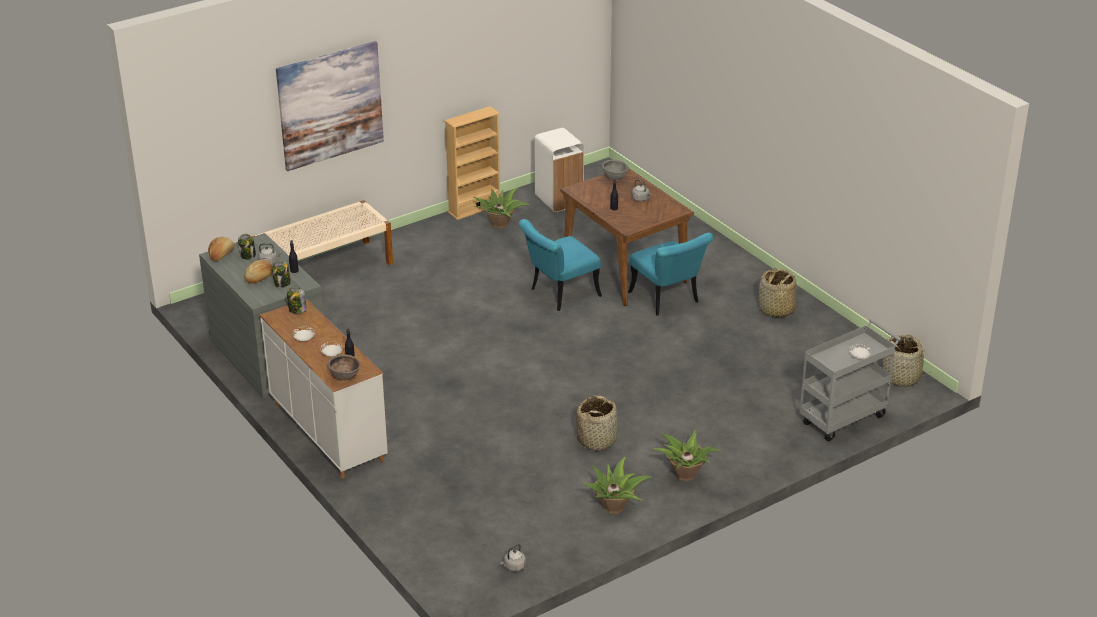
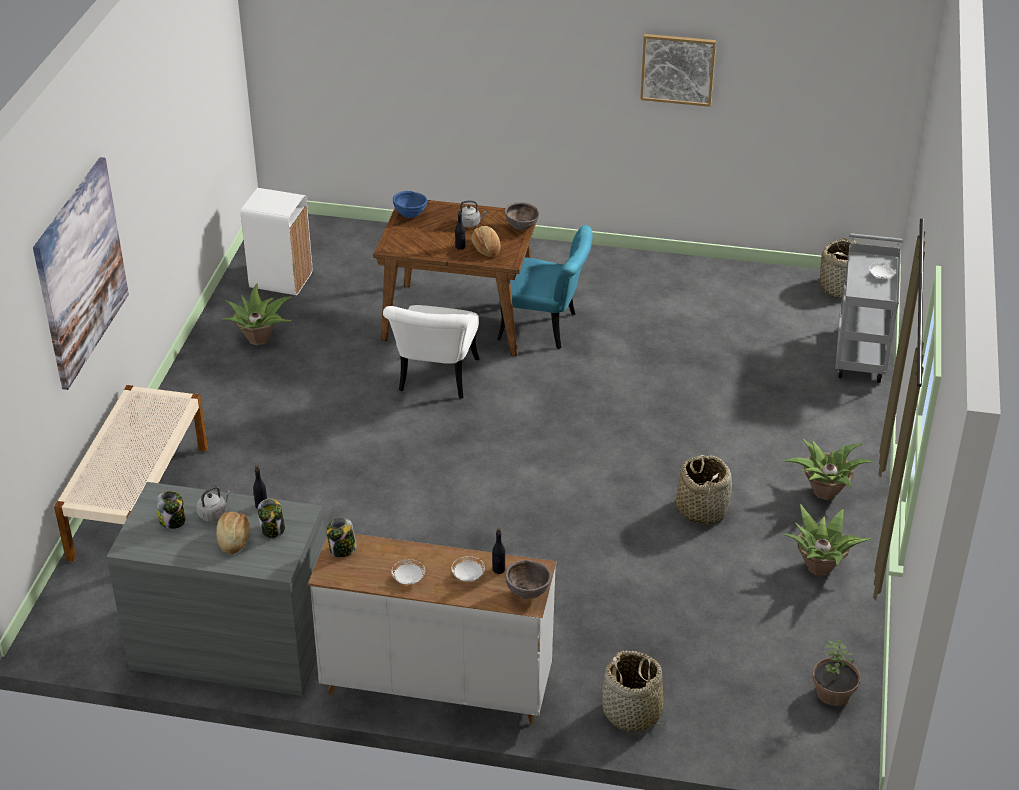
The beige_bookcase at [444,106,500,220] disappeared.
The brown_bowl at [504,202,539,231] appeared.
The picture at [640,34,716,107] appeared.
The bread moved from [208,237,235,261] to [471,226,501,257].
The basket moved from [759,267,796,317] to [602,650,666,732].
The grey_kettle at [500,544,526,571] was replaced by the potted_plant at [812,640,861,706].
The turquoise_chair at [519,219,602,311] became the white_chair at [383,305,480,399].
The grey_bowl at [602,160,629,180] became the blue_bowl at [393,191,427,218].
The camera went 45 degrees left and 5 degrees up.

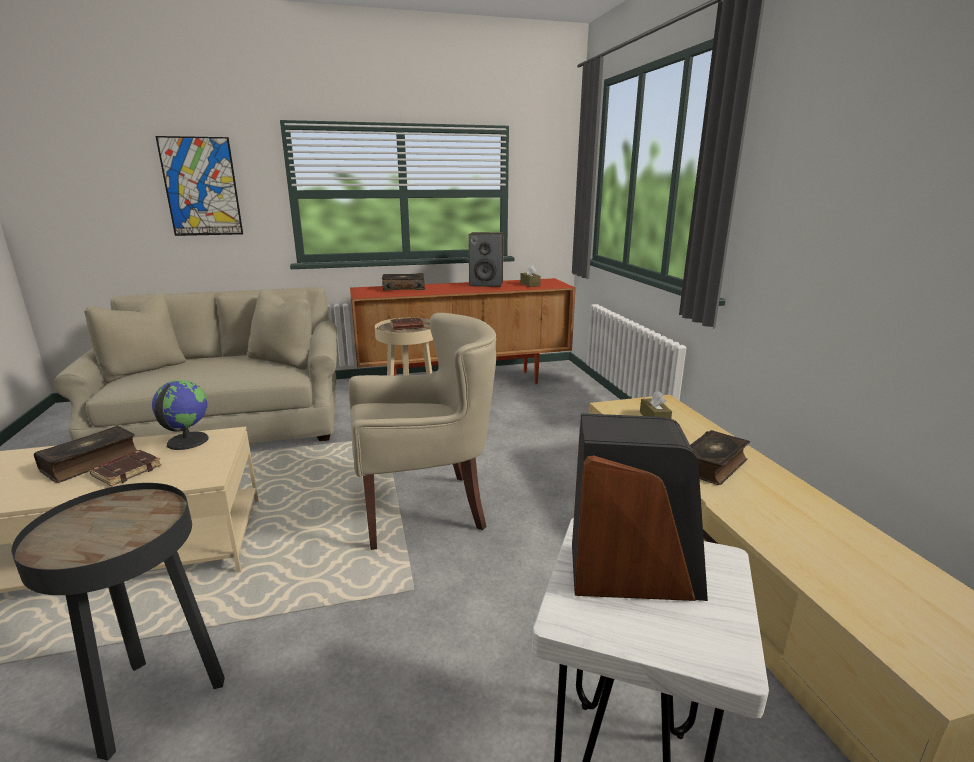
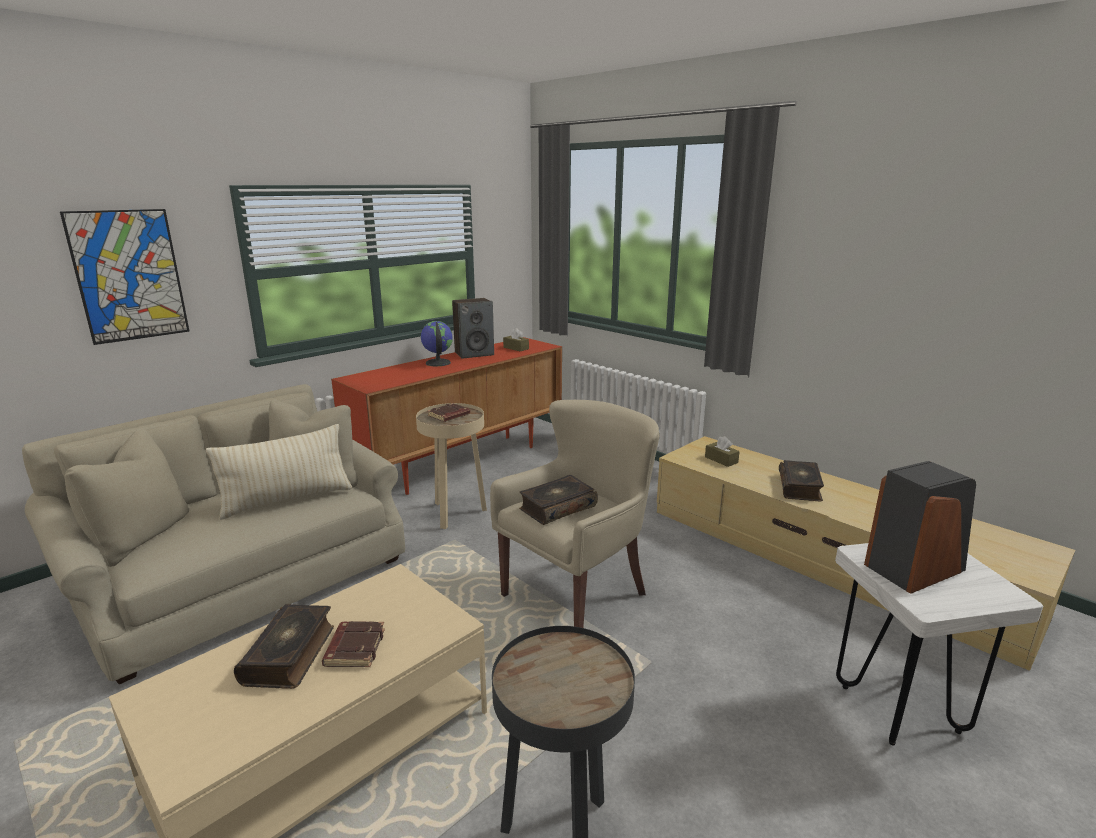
The beige_pillow at [206,424,352,520] appeared.
The globe moved from [152,380,209,450] to [421,321,453,366].
The book moved from [382,273,425,290] to [519,475,598,525].
The camera went 30 degrees left and 0 degrees up.

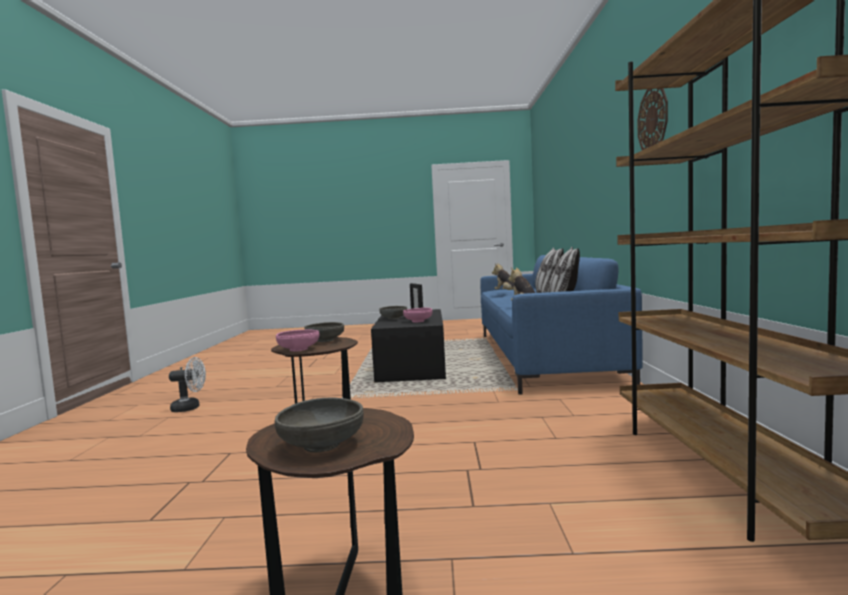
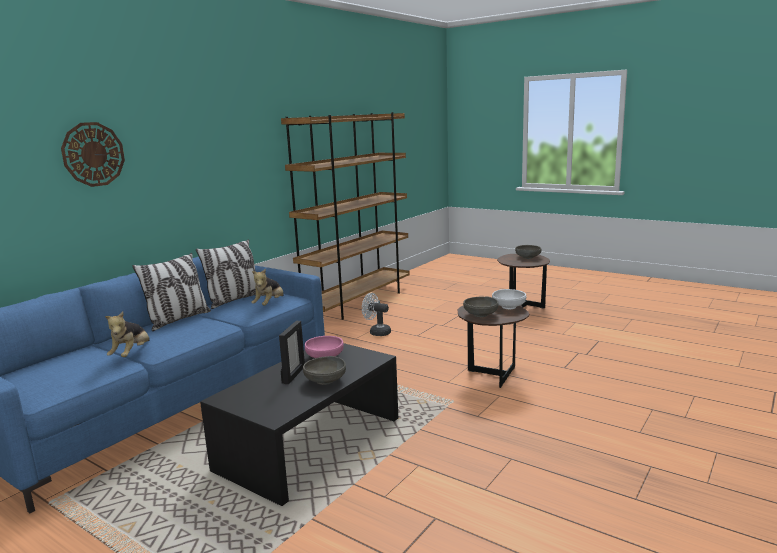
The white_fan moved from [169,357,206,412] to [362,293,391,336].
The wall_clock moved from [638,88,668,150] to [61,122,125,187].
The pink_bowl at [276,330,319,351] became the white_bowl at [492,289,526,309].
The camera went 145 degrees left and 10 degrees up.

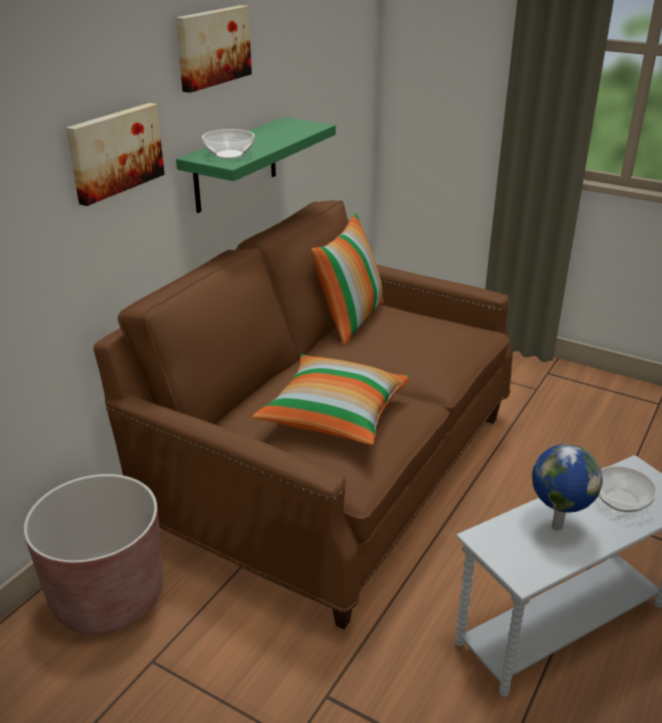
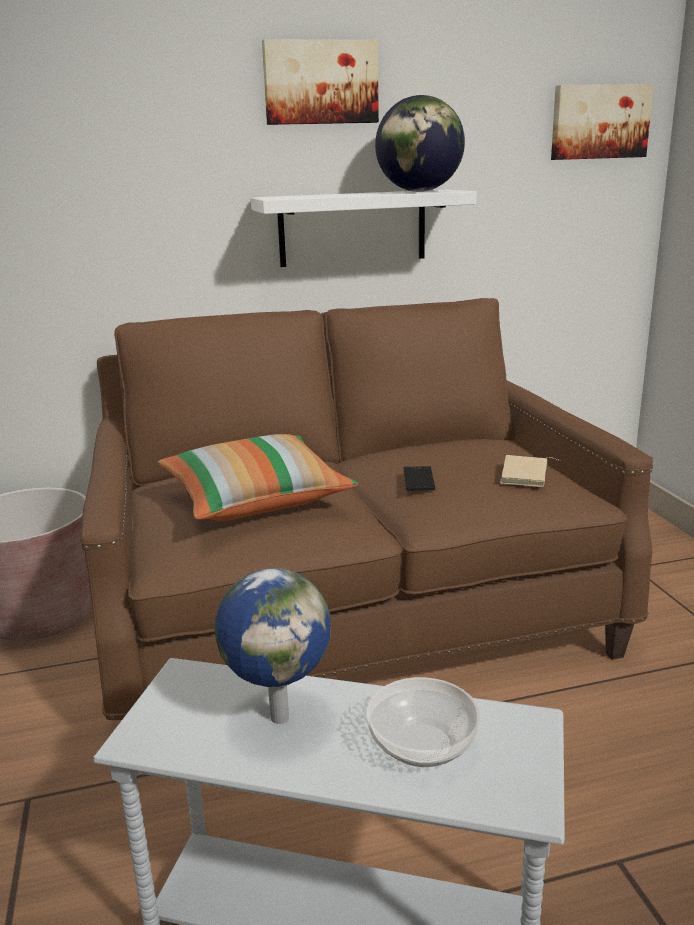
The bowl at [202,129,255,159] disappeared.
The pillow at [311,213,384,345] disappeared.
The globe at [375,95,465,192] appeared.
The phone at [404,466,435,491] appeared.
The beige_book at [500,455,560,487] appeared.
The picture moved from [66,103,165,206] to [551,84,654,160].
The green_shelf at [176,117,336,213] became the white_shelf at [251,190,477,267].
The camera went 45 degrees right and 10 degrees down.

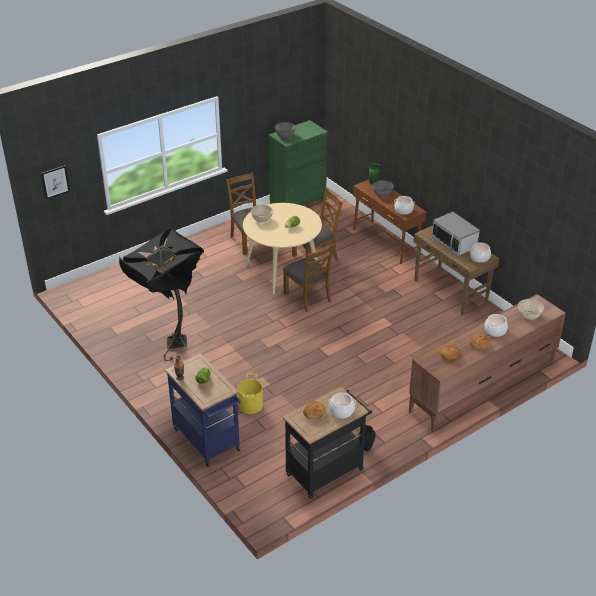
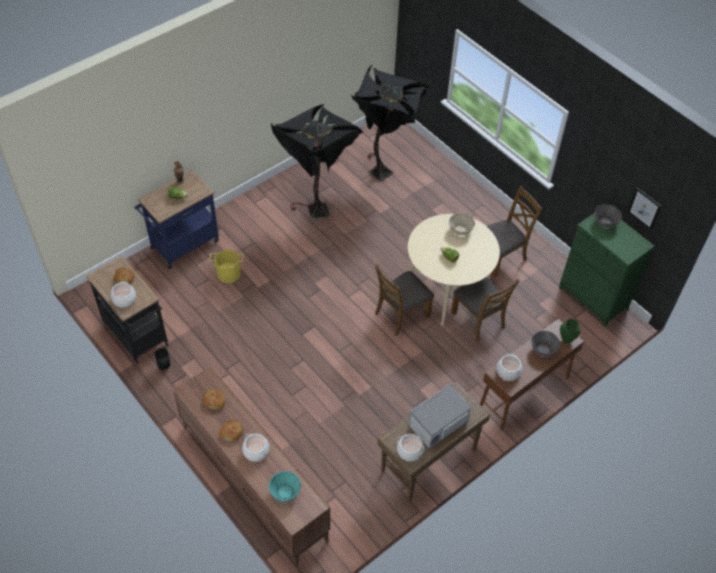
The black_floor_lamp at [351,64,429,182] appeared.
The picture moved from [41,165,70,200] to [628,188,661,230].
The beige_bowl at [518,299,544,320] became the turquoise_bowl at [269,471,301,502].
The camera went 85 degrees right and 15 degrees up.

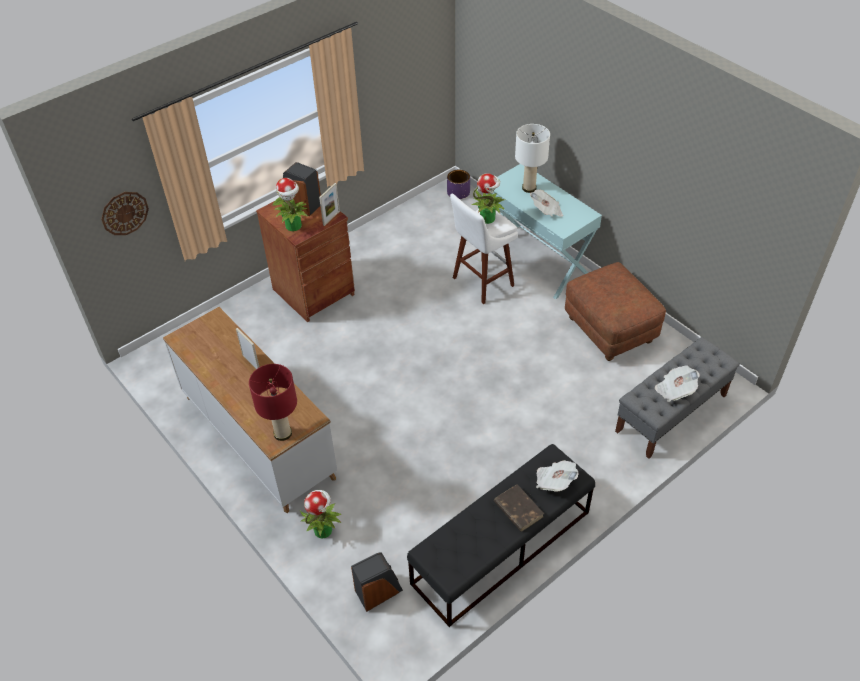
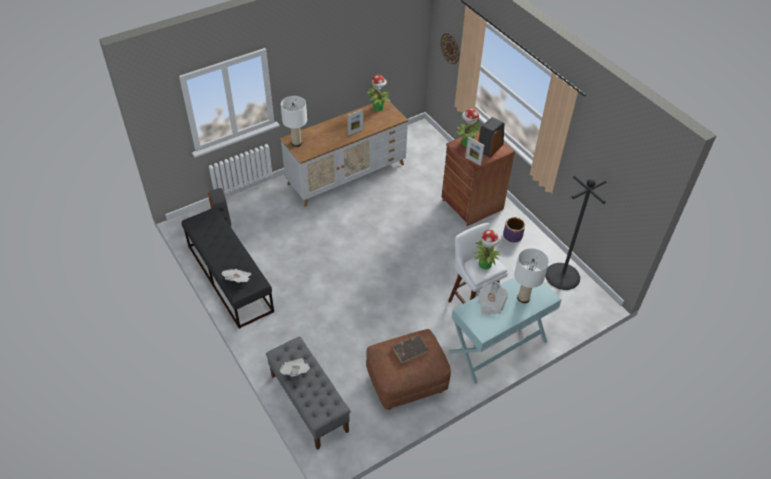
The black_clothes_rack at [545,175,607,290] appeared.
The potted_plant moved from [300,490,341,538] to [367,75,390,111].
The purple_planter moved from [447,170,470,199] to [503,217,525,242].
The brown_book moved from [494,484,544,531] to [392,335,429,363].
The red_table_lamp at [249,364,297,441] became the white_table_lamp at [281,96,307,147].
The camera went 95 degrees right and 0 degrees up.

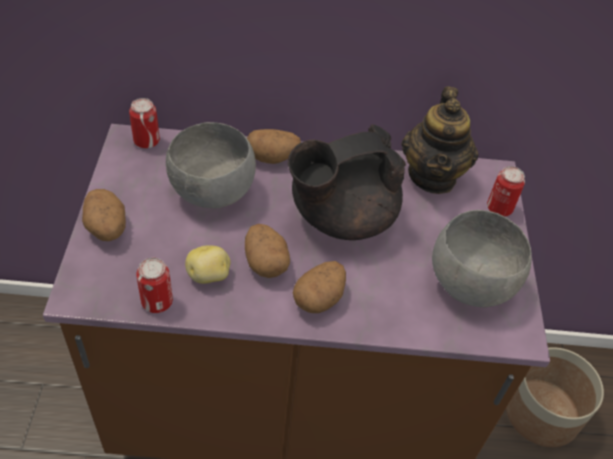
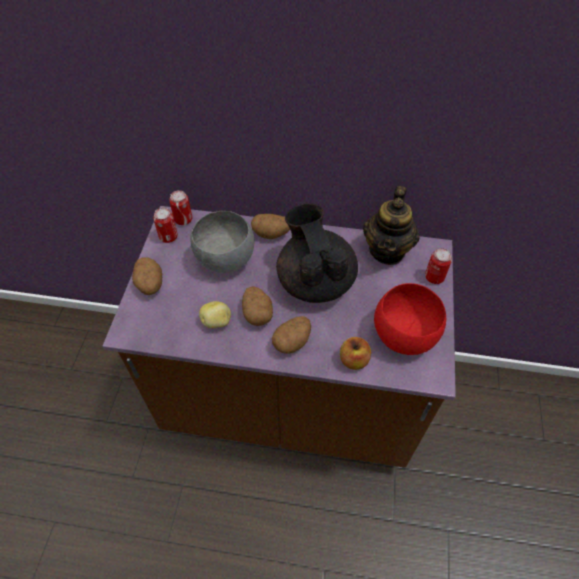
The planter at [506,347,604,447] disappeared.
The apple at [340,337,371,370] appeared.
The can moved from [136,258,173,313] to [153,208,178,243].
The grey_bowl at [432,210,532,307] became the red_bowl at [374,283,446,355].
The black_teapot at [288,124,406,240] turned 90 degrees clockwise.
The camera went 10 degrees right and 5 degrees up.

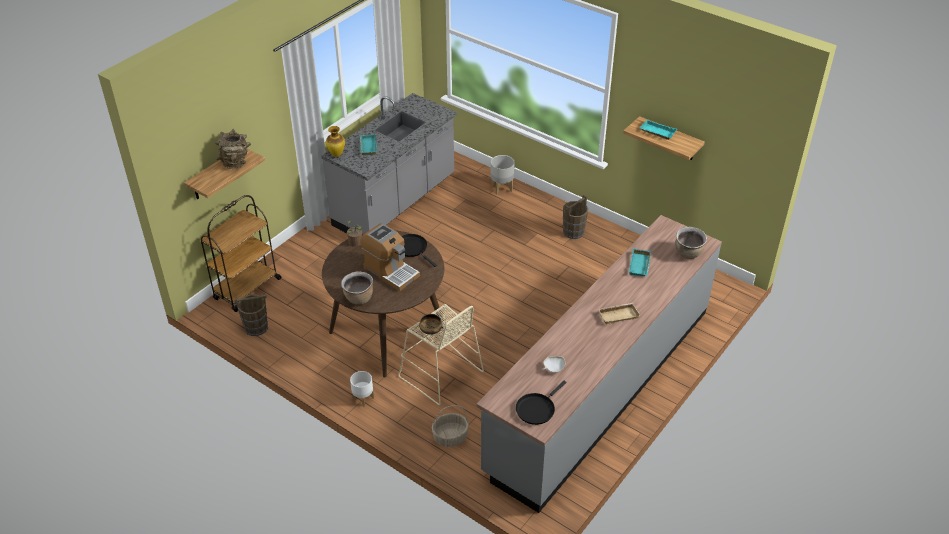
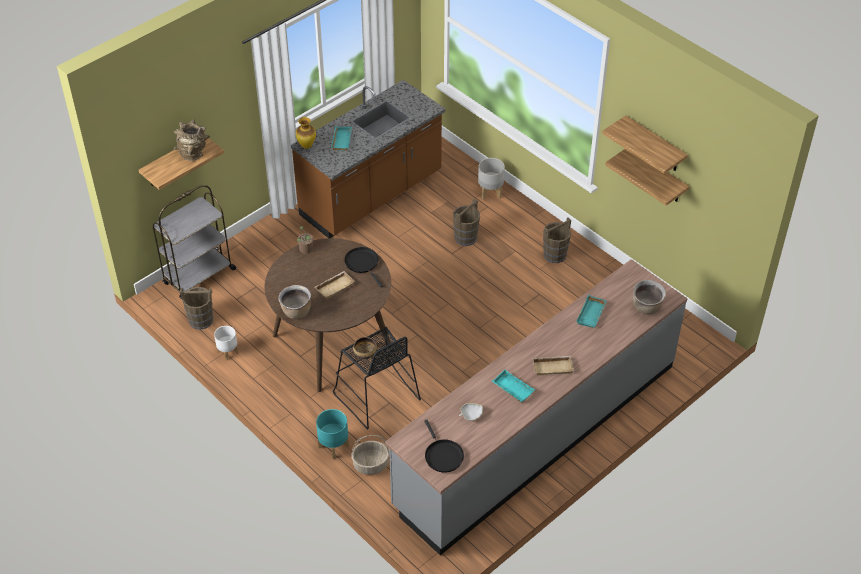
The turquoise_planter at [316,409,349,459] appeared.
The brown_bucket at [453,198,480,246] appeared.
The shelf at [602,115,688,174] appeared.
The white_planter moved from [350,371,374,407] to [214,326,239,361].
The turquoise_tray moved from [640,119,677,140] to [492,369,535,403].
The coffee_machine at [360,223,420,291] was replaced by the beige_tray at [315,271,355,299].
The brown_cart at [201,195,282,312] became the grey_cart at [153,185,236,299].
The grey_counter at [322,93,457,233] became the brown_counter at [291,80,445,238].
The beige_stool at [398,304,484,405] became the black_stool at [333,327,421,429].
The black_frying_pan at [516,381,567,425] turned 75 degrees counterclockwise.
The camera went 10 degrees right and 5 degrees up.

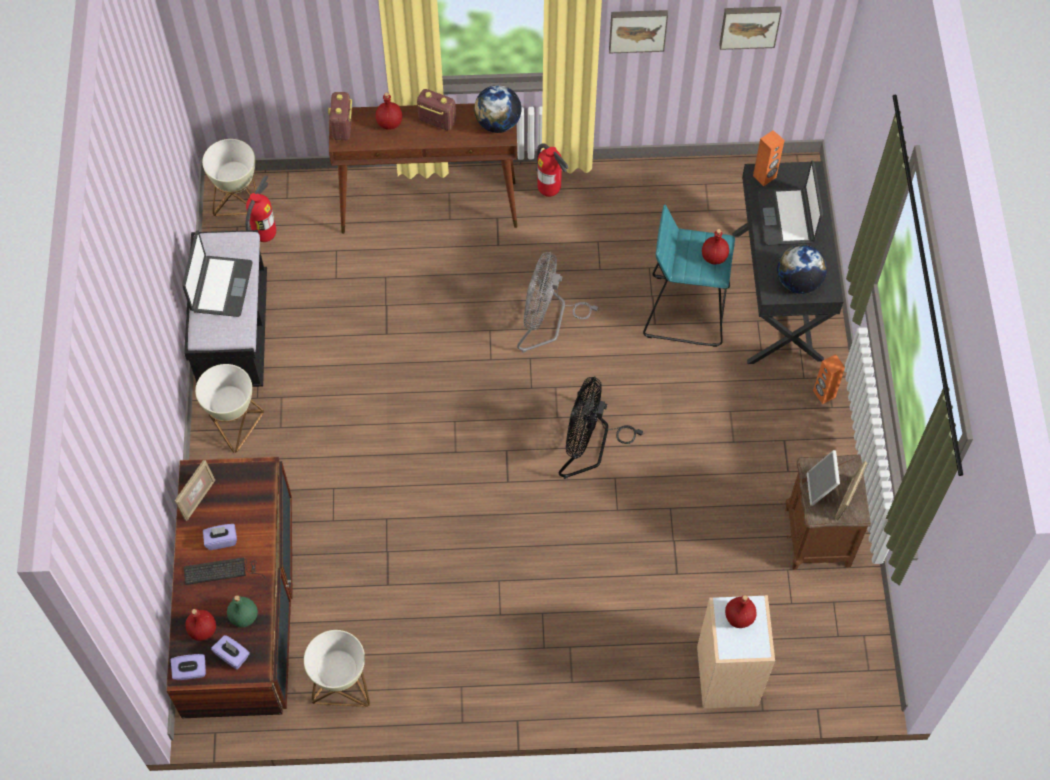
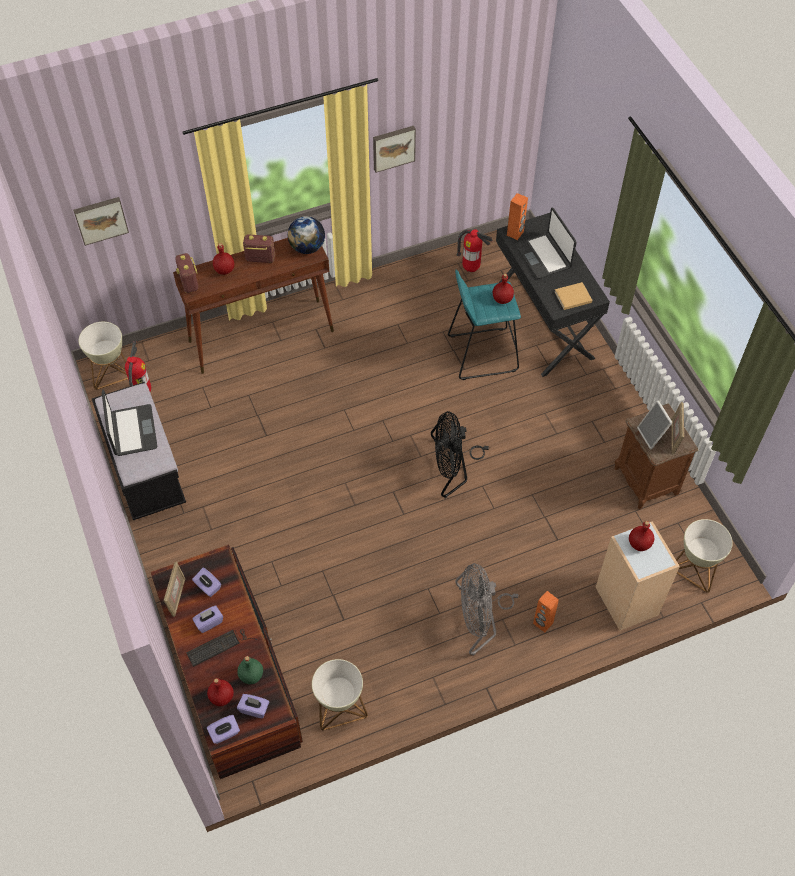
The purple_tissue_box at [192,567,221,597] appeared.
The planter moved from [195,364,264,453] to [676,519,733,593].
The grey_fan moved from [517,252,600,353] to [455,563,520,656].
The fire_extinguisher moved from [536,143,568,197] to [457,229,493,272].
The picture moved from [719,6,782,50] to [73,197,129,246].
The orange_speaker moved from [813,354,845,404] to [533,591,559,632].
The globe at [777,245,827,294] was replaced by the beige_book at [554,282,592,310].
The camera went 20 degrees left and 5 degrees down.

